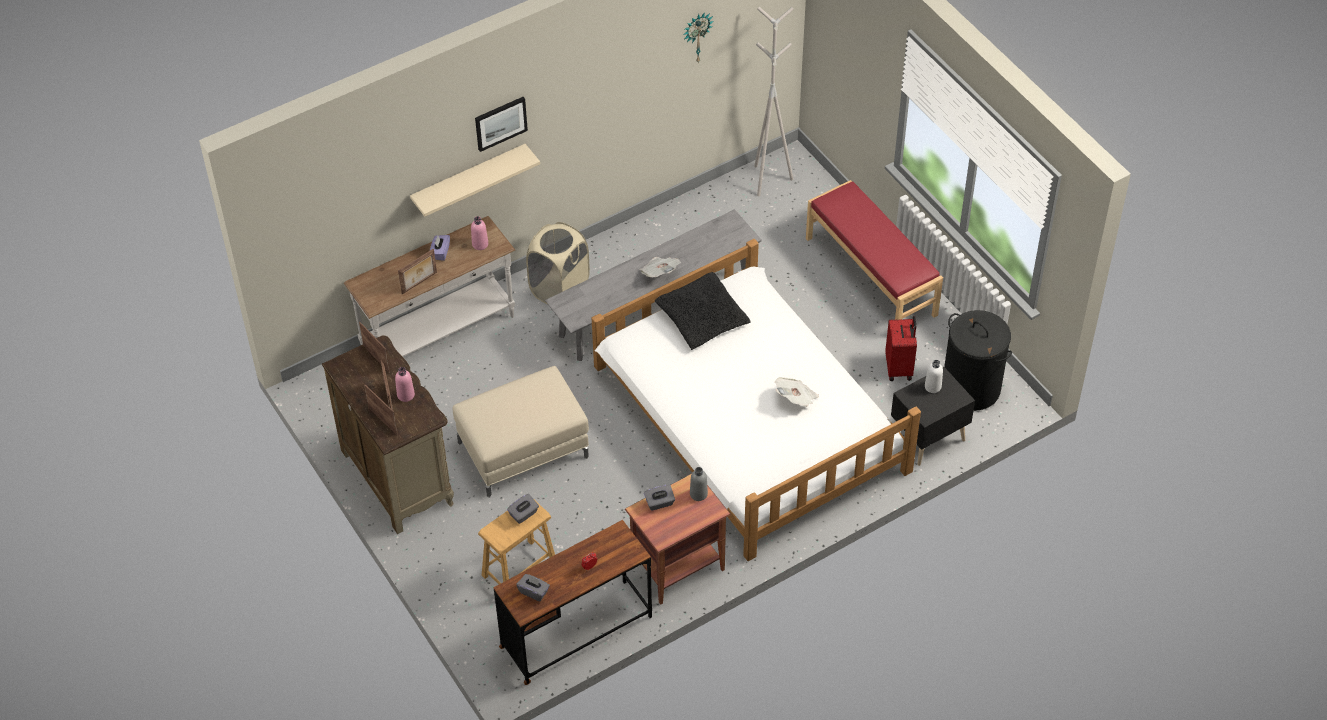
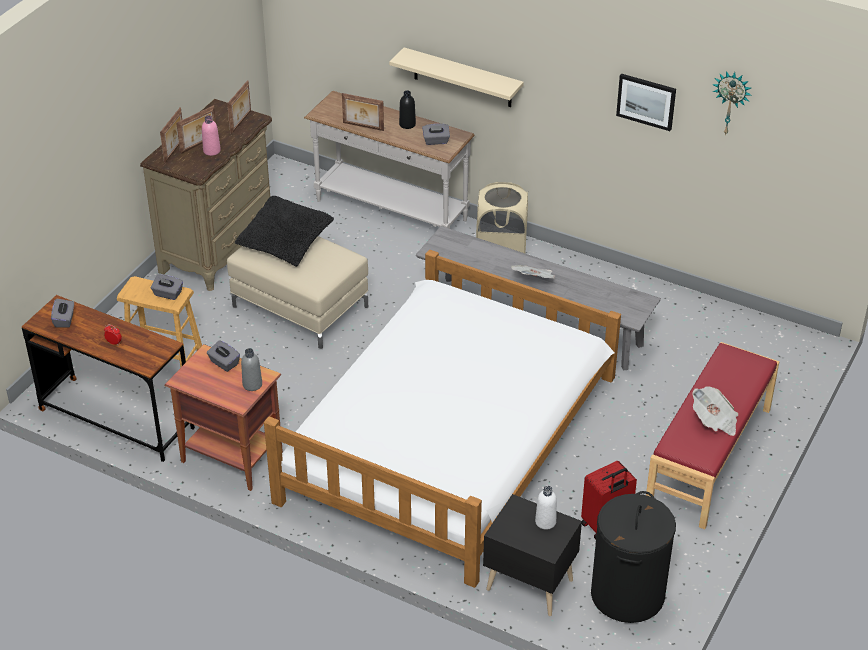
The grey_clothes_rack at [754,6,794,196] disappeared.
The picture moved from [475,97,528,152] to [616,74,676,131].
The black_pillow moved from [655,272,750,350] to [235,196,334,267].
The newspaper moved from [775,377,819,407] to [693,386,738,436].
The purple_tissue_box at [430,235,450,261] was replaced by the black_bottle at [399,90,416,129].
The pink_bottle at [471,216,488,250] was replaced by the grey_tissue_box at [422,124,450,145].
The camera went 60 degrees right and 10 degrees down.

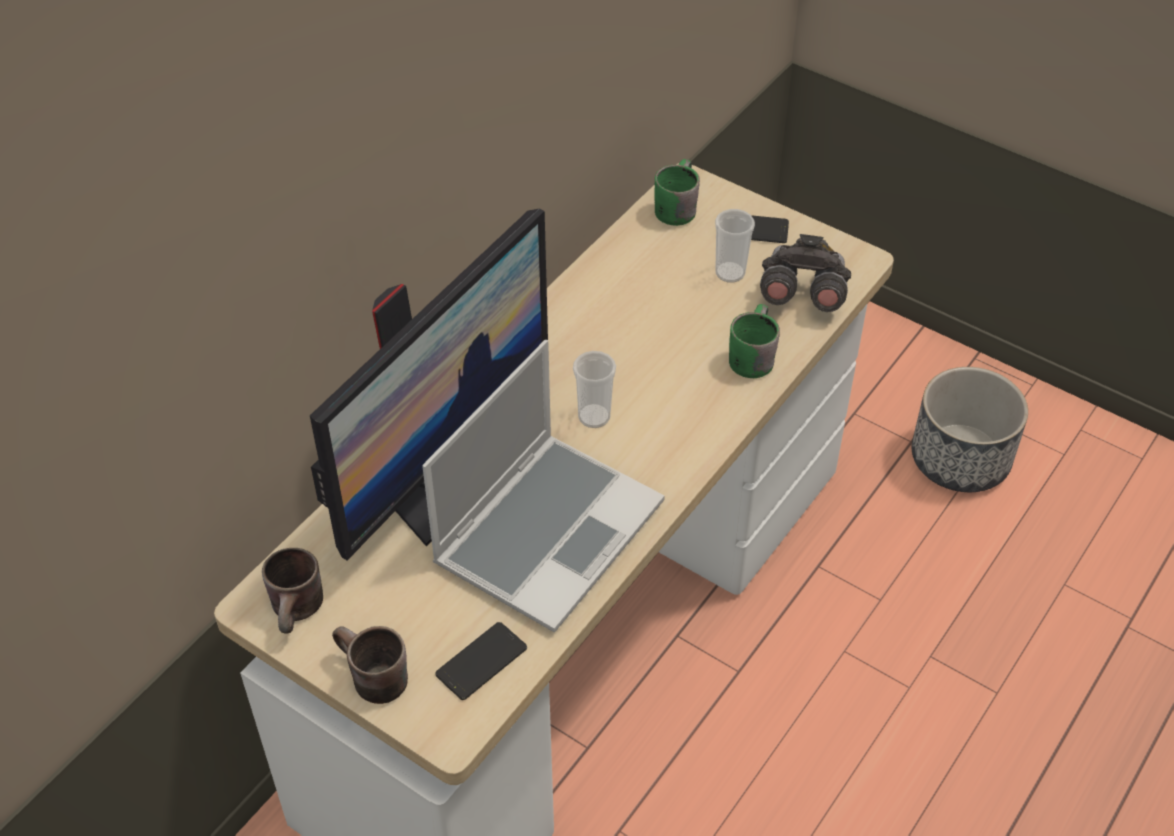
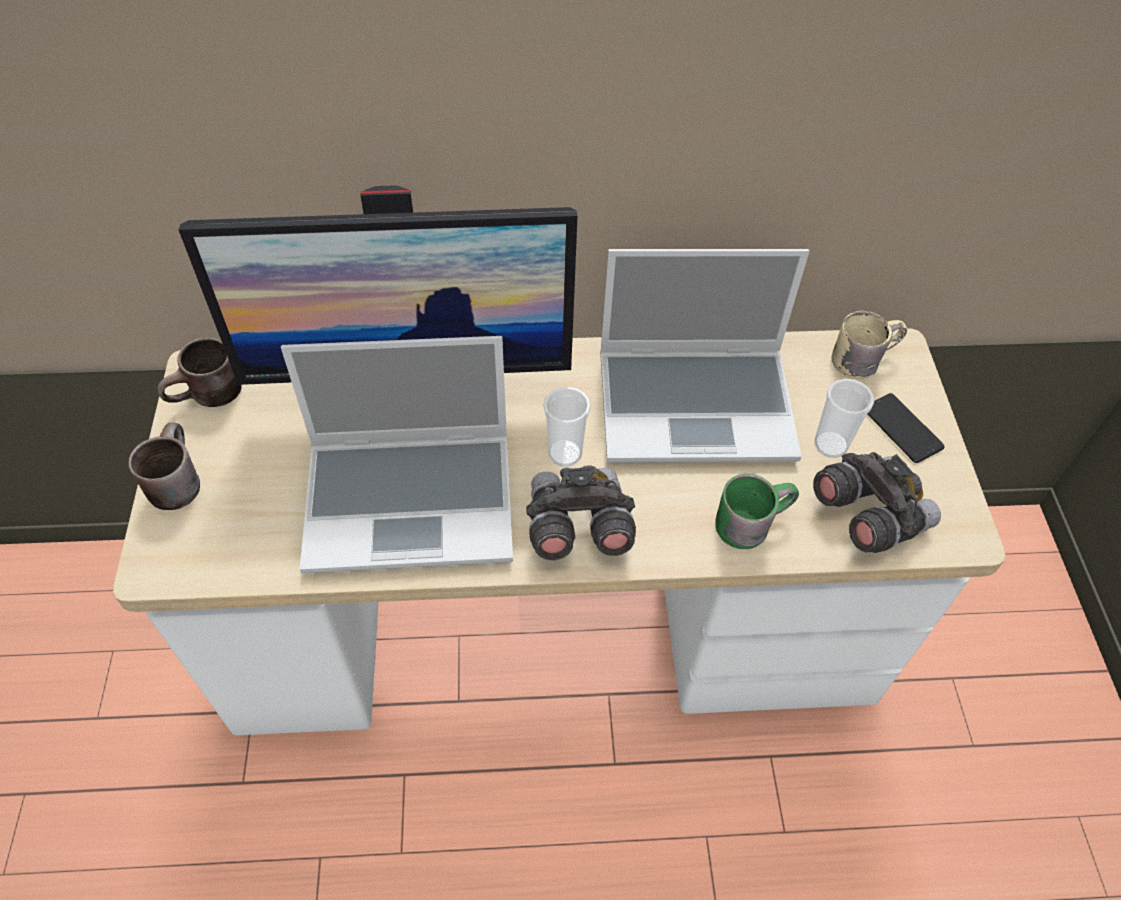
The phone at [435,622,527,700] disappeared.
The planter at [912,367,1028,492] disappeared.
The grey_binoculars at [526,465,636,560] appeared.
The laptop at [600,249,809,463] appeared.
The green_mug at [654,159,700,226] became the beige_mug at [831,311,907,379].
The camera went 50 degrees right and 5 degrees up.

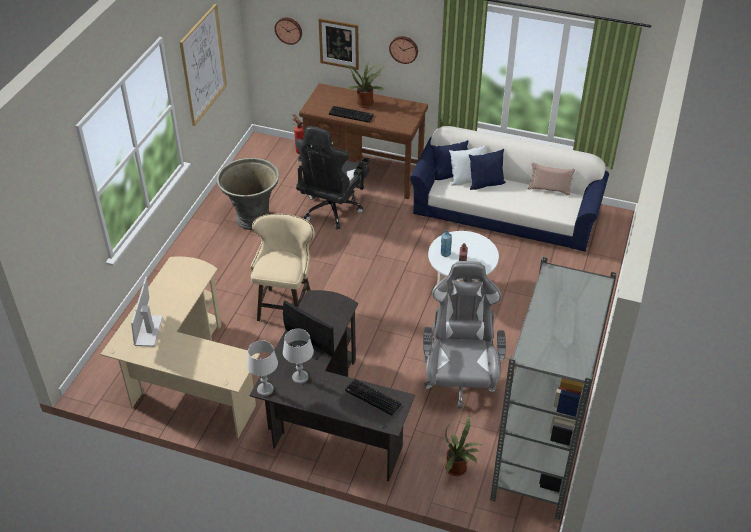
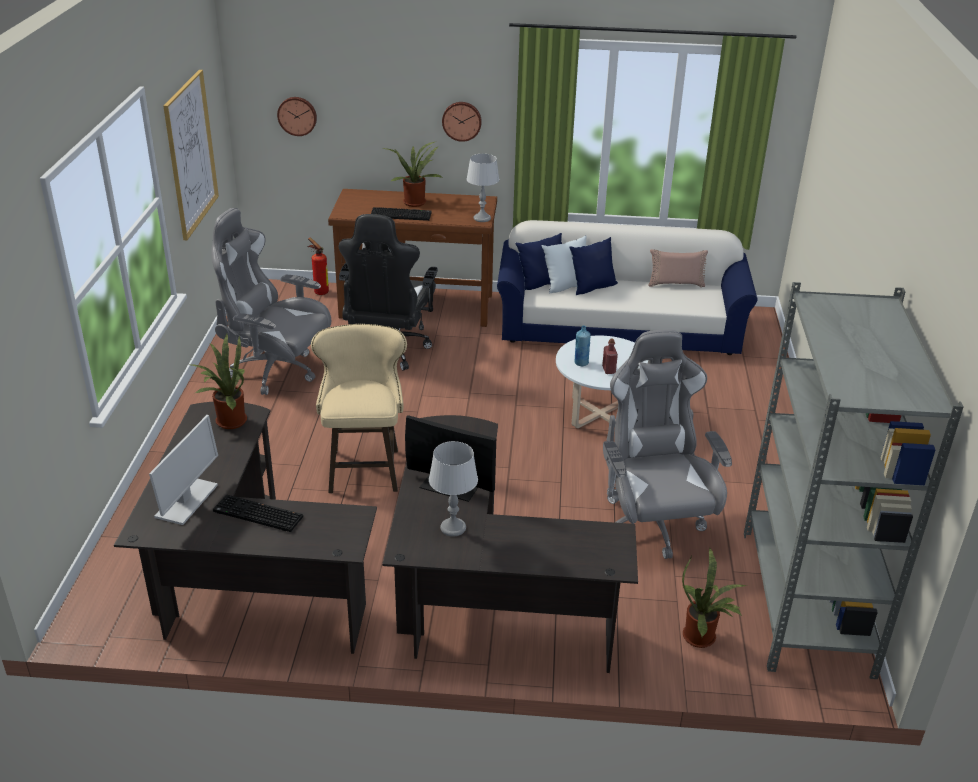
The picture at [318,18,359,70] disappeared.
The potted_plant at [191,334,247,429] appeared.
The grey_table_lamp moved from [247,340,278,396] to [467,154,499,222].
The keyboard moved from [345,379,401,415] to [213,495,303,532].
The grey_planter at [216,158,279,230] was replaced by the grey_office_chair at [211,208,331,395].
The beige_desk at [100,256,260,438] became the black_desk at [114,402,377,654].
The monitor at [131,277,163,347] turned 150 degrees counterclockwise.
The camera went 15 degrees left and 10 degrees down.

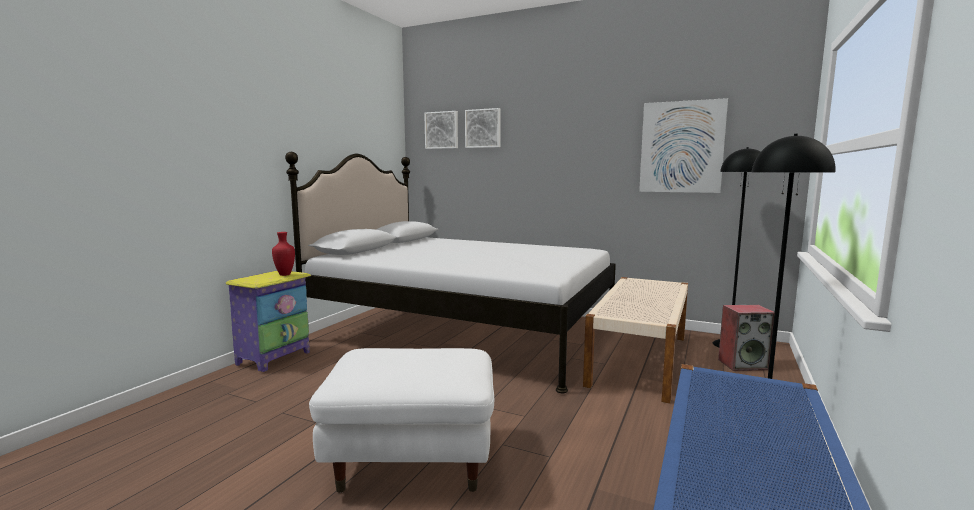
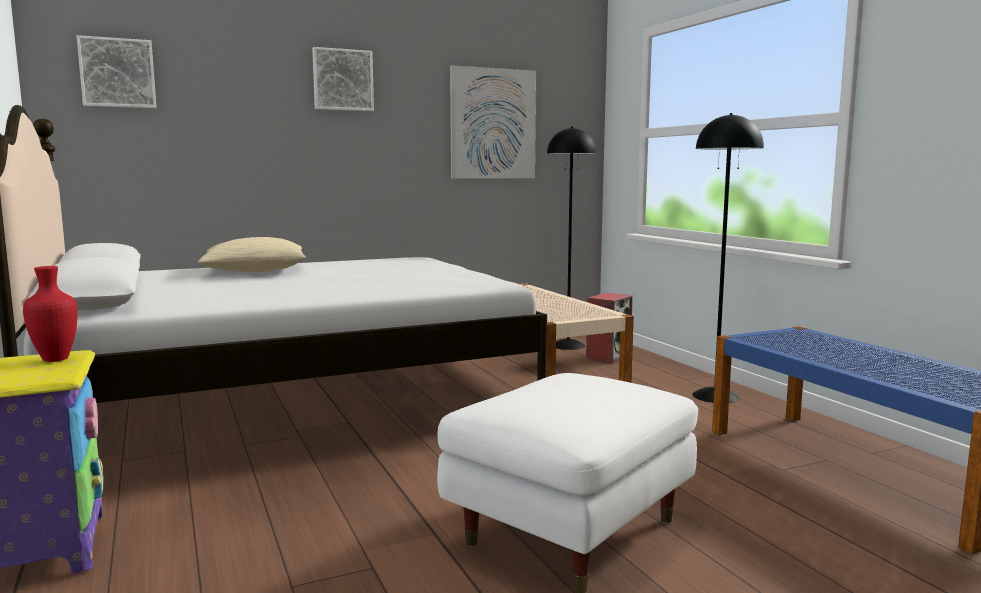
The beige_pillow at [198,237,306,272] appeared.
The picture moved from [465,108,501,148] to [312,47,374,111].
The camera went 50 degrees left and 0 degrees up.

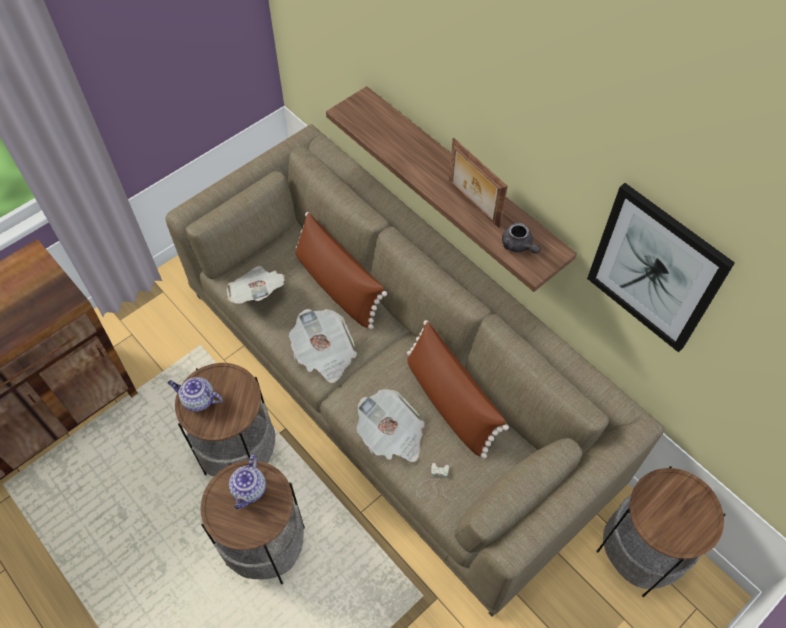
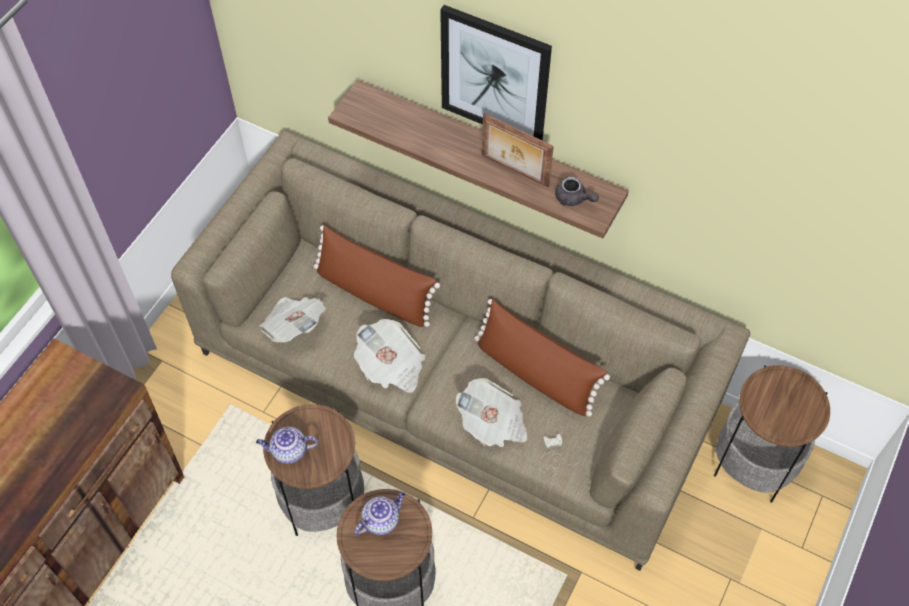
The picture moved from [587,183,735,353] to [440,5,552,141].
The teapot at [229,454,266,510] turned 120 degrees counterclockwise.
The camera went 20 degrees left and 0 degrees up.

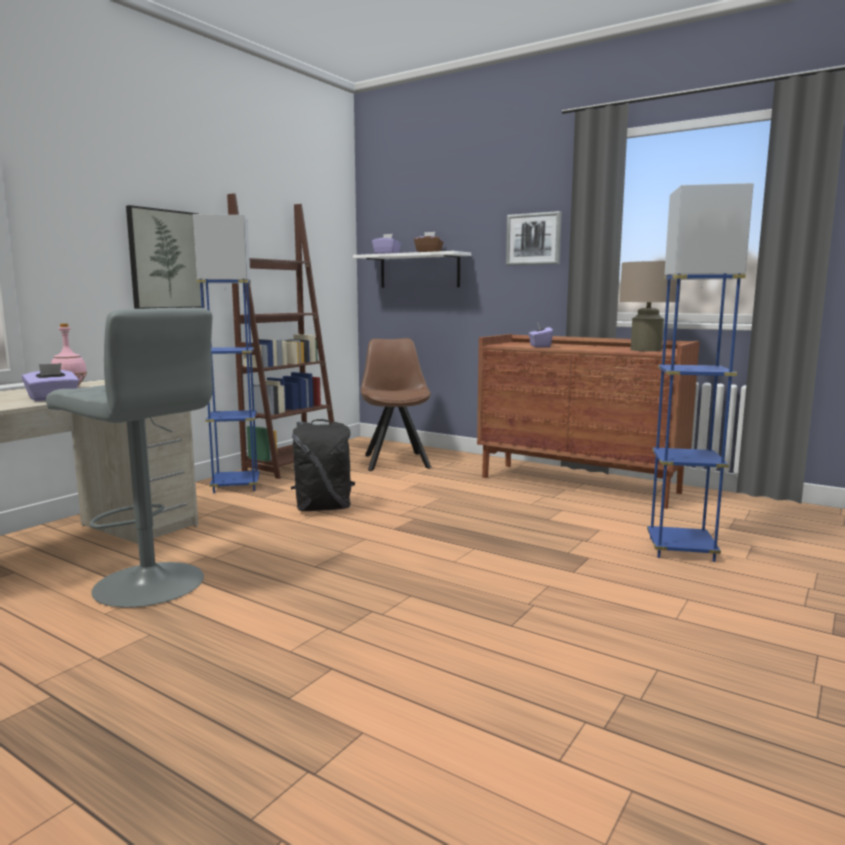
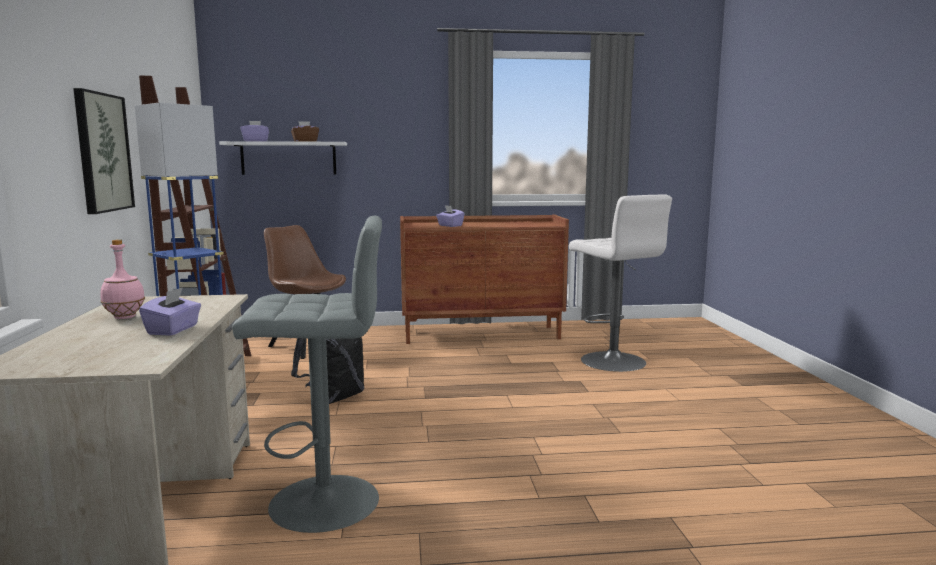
The picture at [506,211,562,265] disappeared.
The beige_table_lamp at [620,261,681,351] disappeared.
The blue_floor_lamp at [647,183,754,562] was replaced by the white_stool at [569,194,672,372].
The camera went 40 degrees left and 0 degrees up.

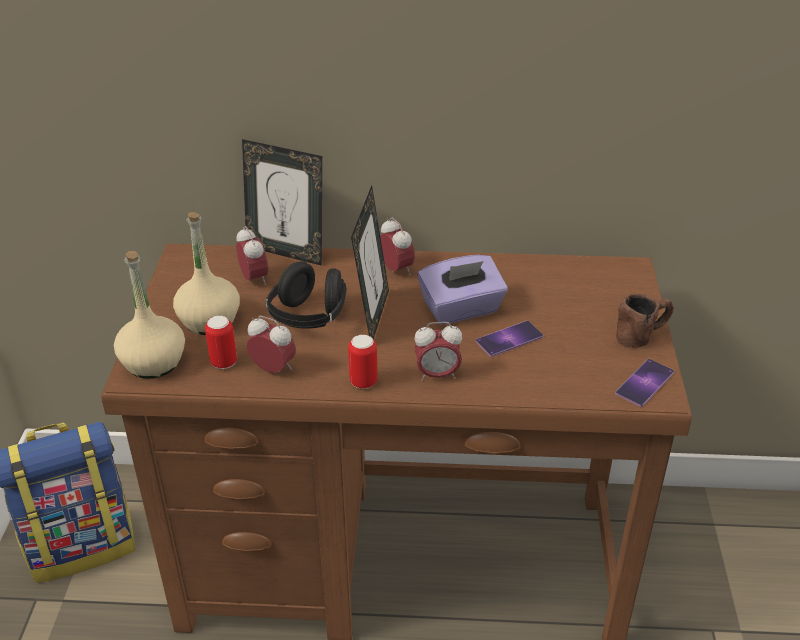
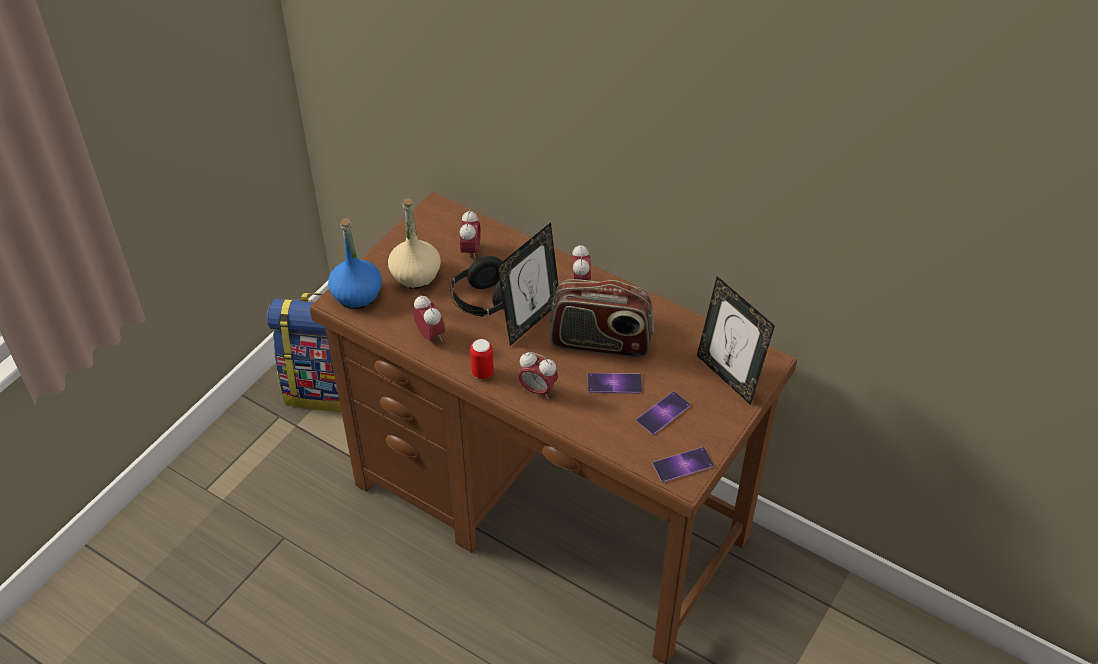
The can at [205,316,237,369] disappeared.
The brown_mug at [616,294,674,348] disappeared.
The phone at [636,391,690,435] appeared.
The picture_frame moved from [242,139,322,266] to [697,276,775,405].
The purple_tissue_box at [418,255,508,325] was replaced by the radio at [550,279,654,358].
The beige_bottle at [114,251,185,379] became the blue_bottle at [328,218,382,309].
The camera went 30 degrees right and 10 degrees up.

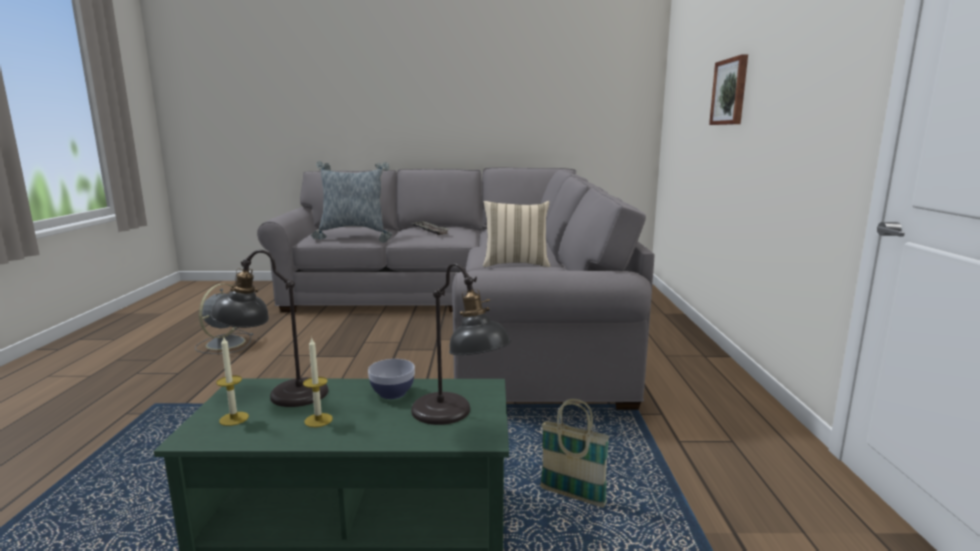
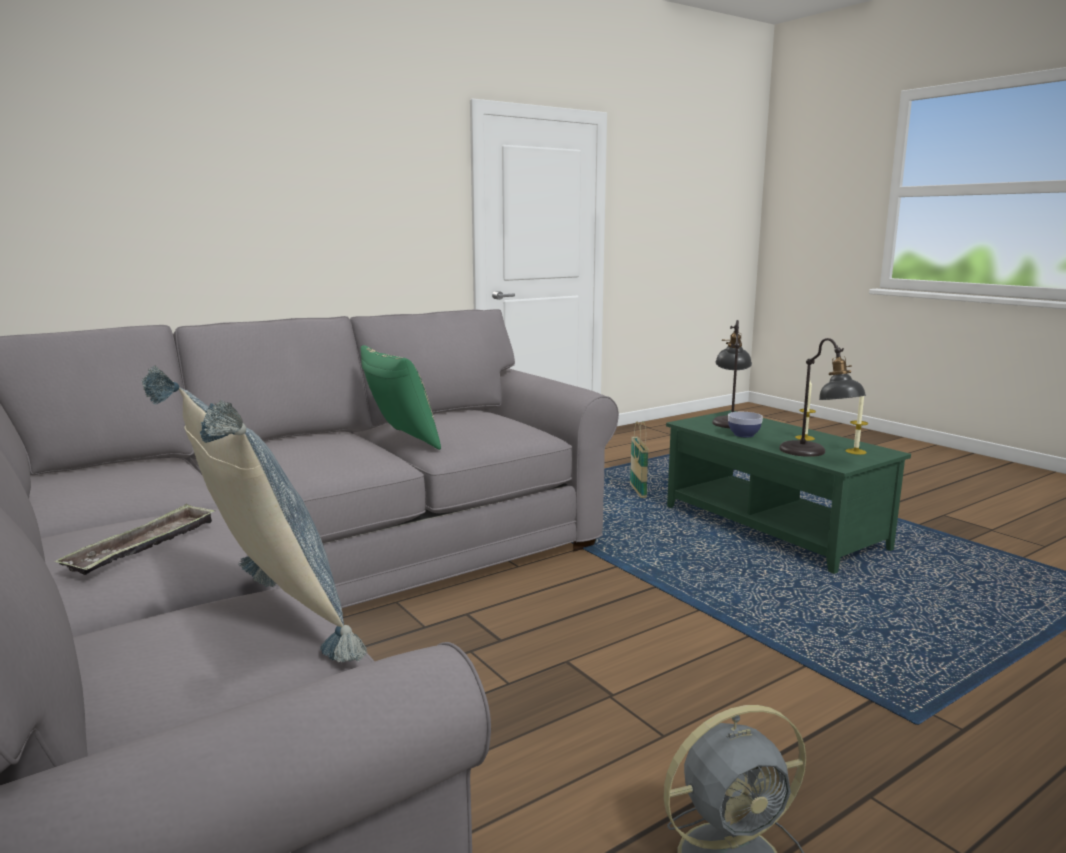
The picture at [709,54,748,125] disappeared.
The beige_pillow at [483,201,551,267] became the green_pillow at [361,345,441,450].
The camera went 125 degrees left and 0 degrees up.

